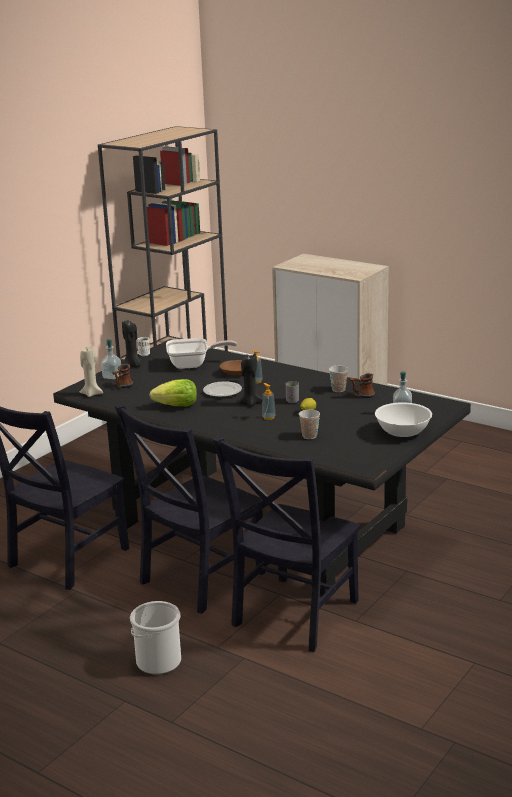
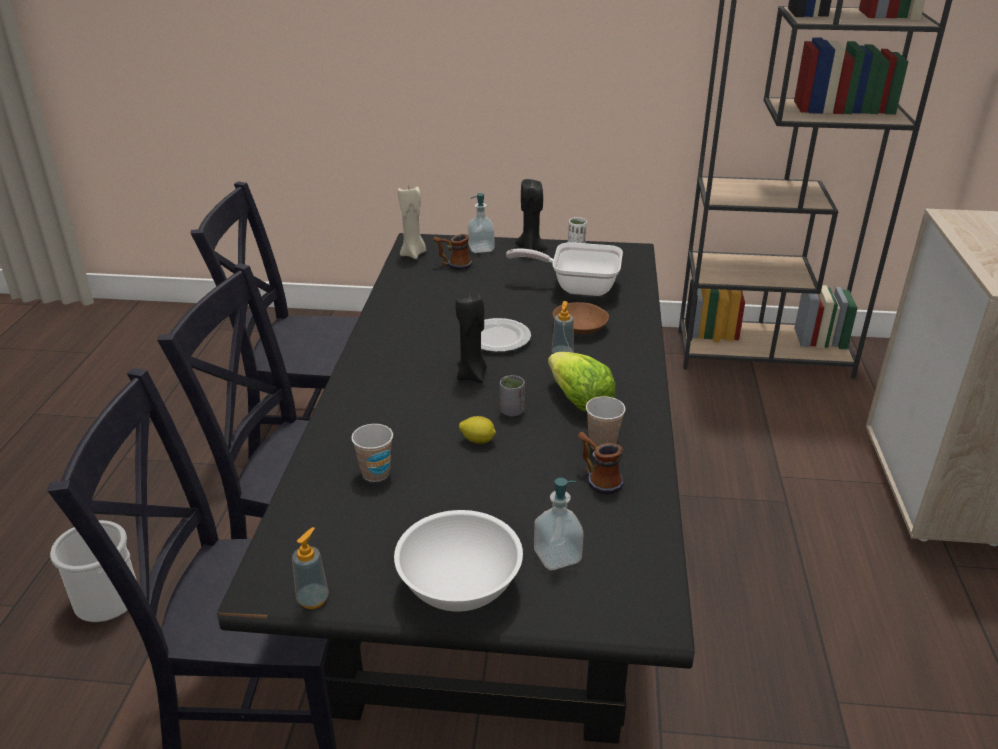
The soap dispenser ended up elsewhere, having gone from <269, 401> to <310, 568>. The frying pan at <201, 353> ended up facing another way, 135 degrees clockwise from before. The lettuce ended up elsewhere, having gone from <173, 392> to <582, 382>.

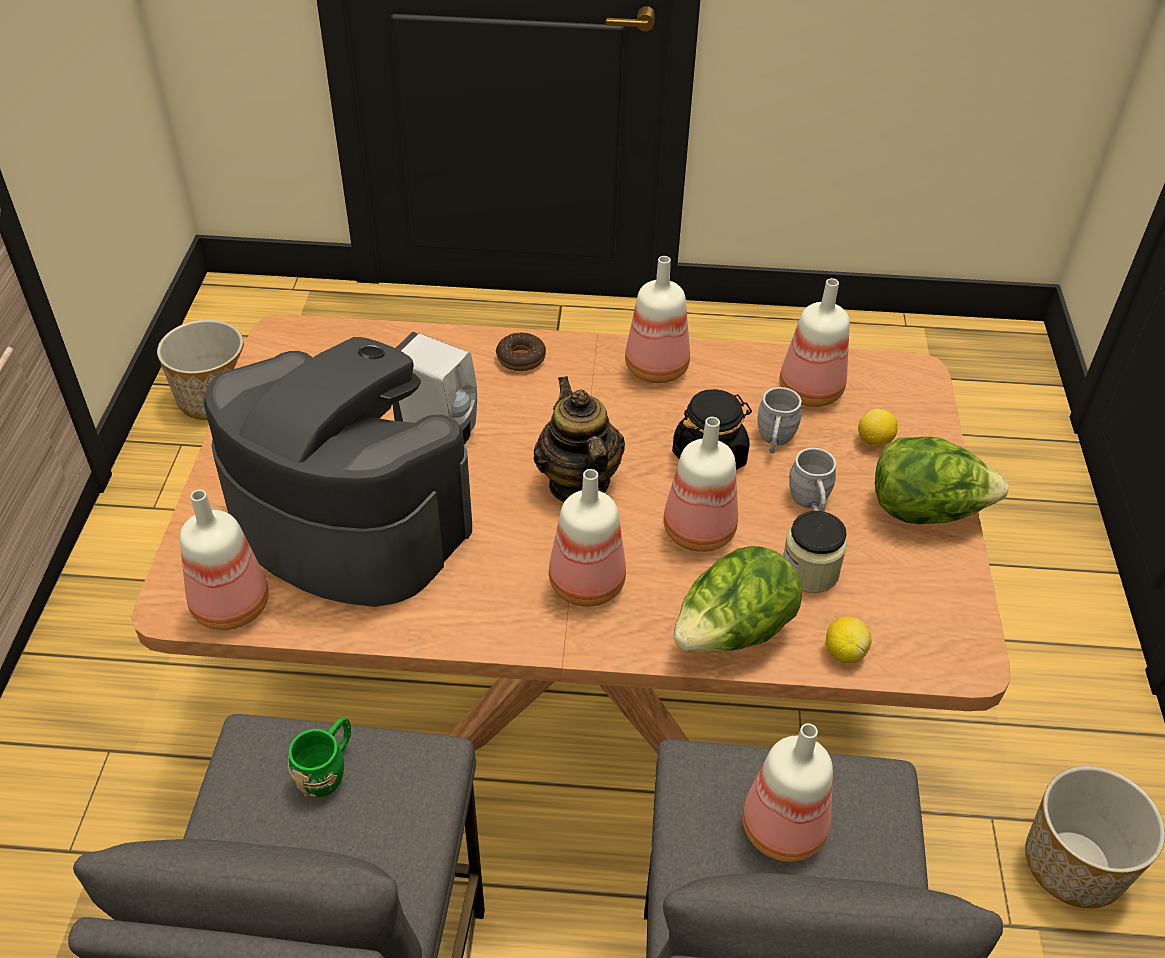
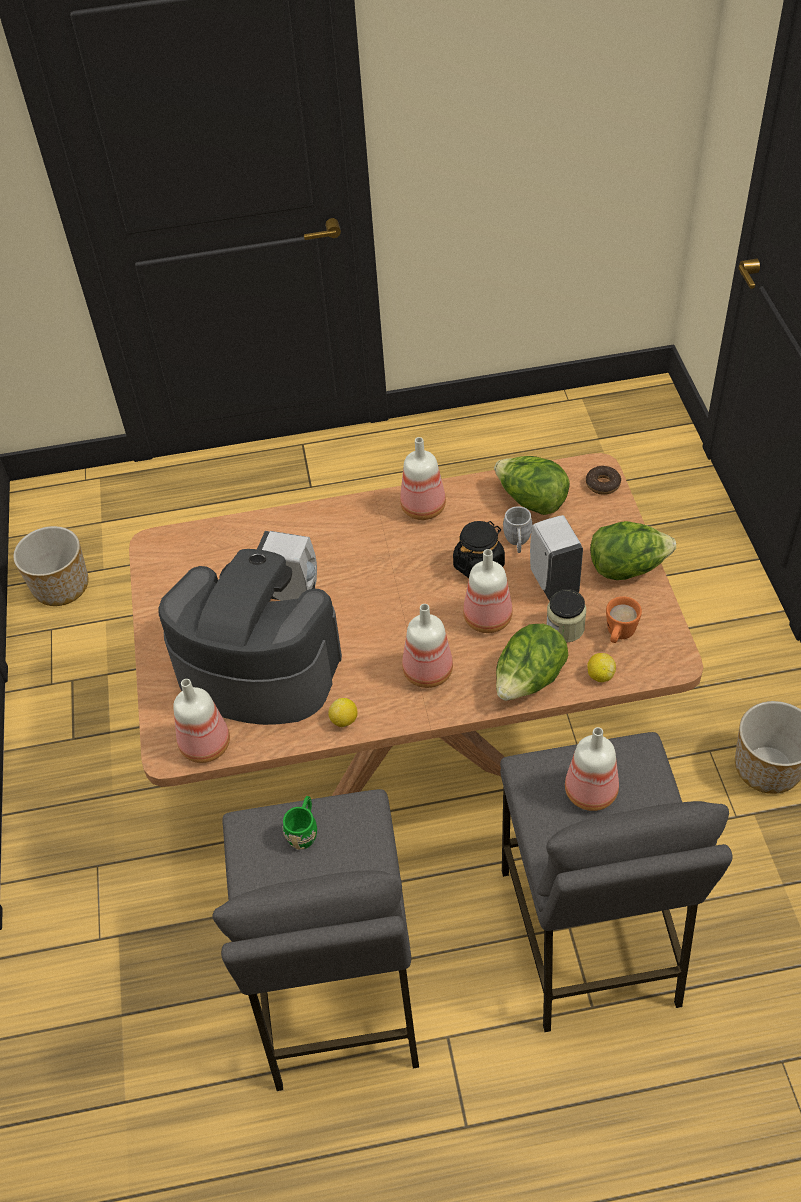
The lemon ended up elsewhere, having gone from <878, 427> to <343, 712>. Where the bottle stood at <814, 342>, the lettuce came to stand at <532, 485>. Where the grey mug stood at <812, 480>, the white soap dispenser came to stand at <556, 558>. The donut ended up elsewhere, having gone from <521, 352> to <603, 480>. The second view gained the orange mug at <624, 619>. The second view lost the teapot at <579, 439>.

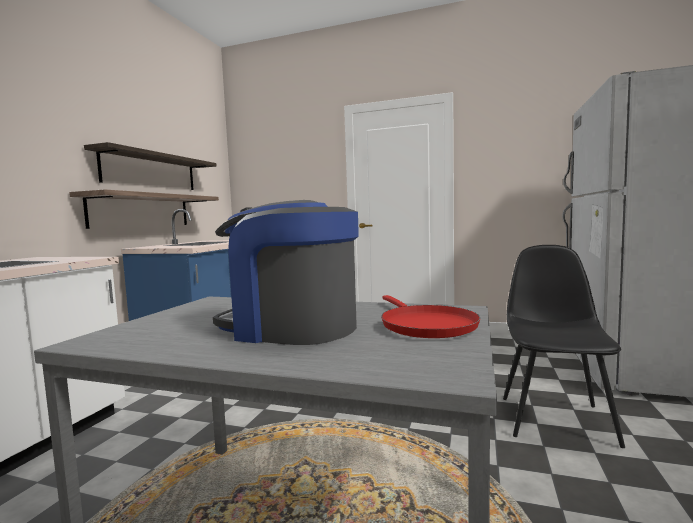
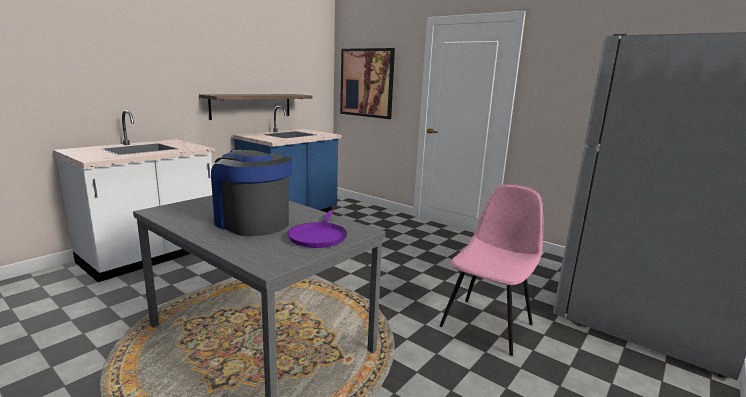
What was the red frying pan at <430, 316> turned into the purple frying pan at <317, 229>. The second view gained the picture at <367, 83>. What was the black chair at <564, 346> turned into the pink chair at <491, 270>. The second view lost the shelf at <150, 166>.

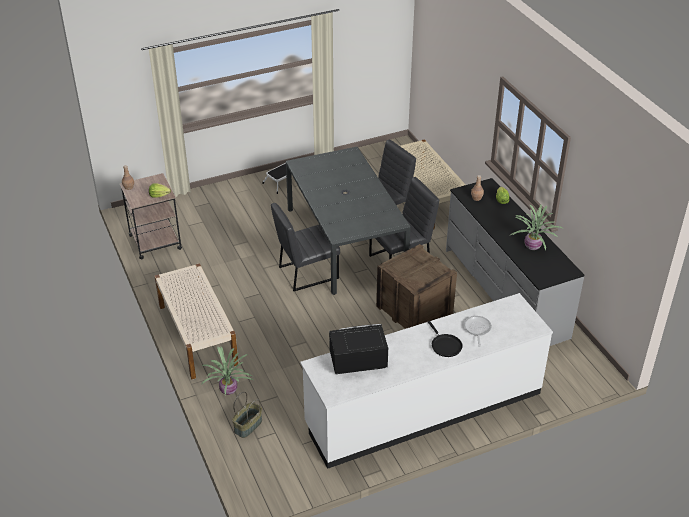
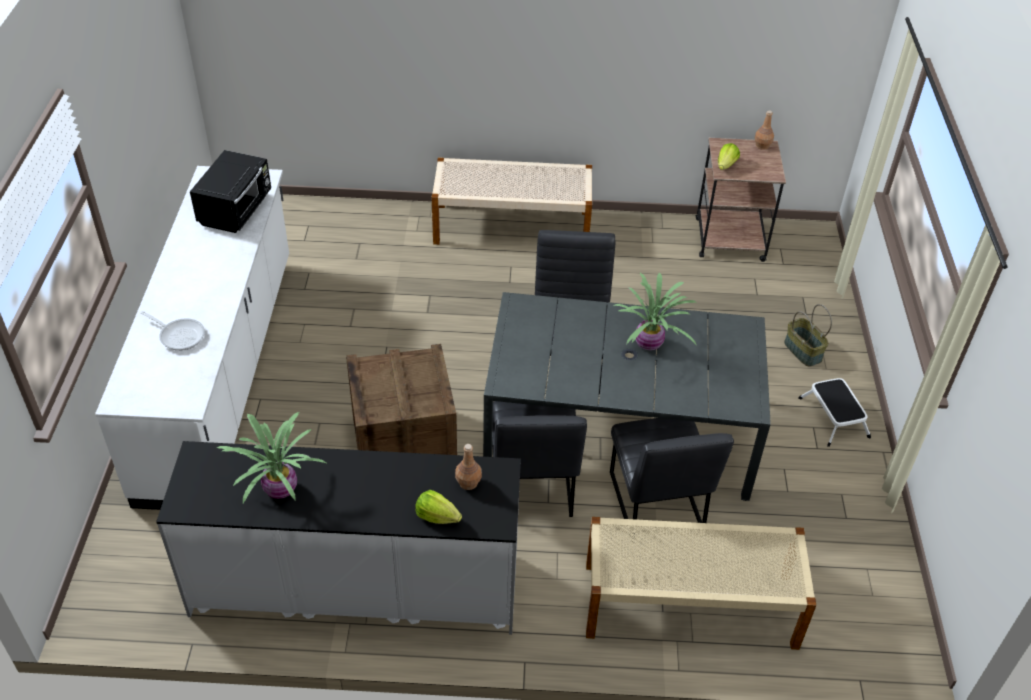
The potted plant ended up elsewhere, having gone from <228, 370> to <654, 311>. The basket ended up elsewhere, having gone from <247, 415> to <808, 335>. The second view lost the black frying pan at <445, 339>.

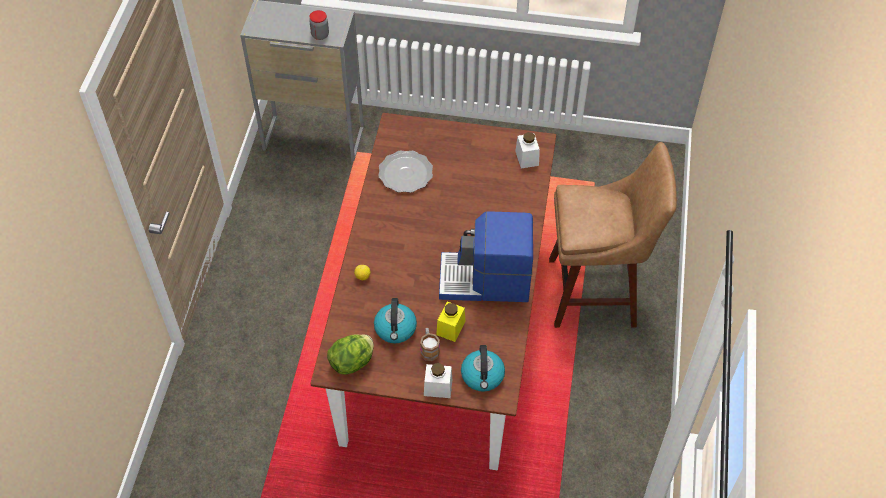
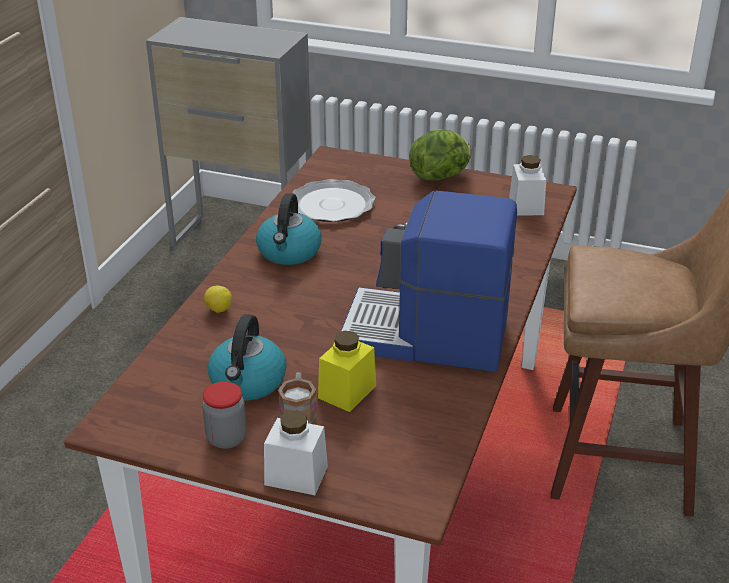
The jar ended up elsewhere, having gone from <319, 25> to <224, 415>. The kettle ended up elsewhere, having gone from <483, 368> to <289, 229>. The lettuce ended up elsewhere, having gone from <350, 354> to <440, 155>.

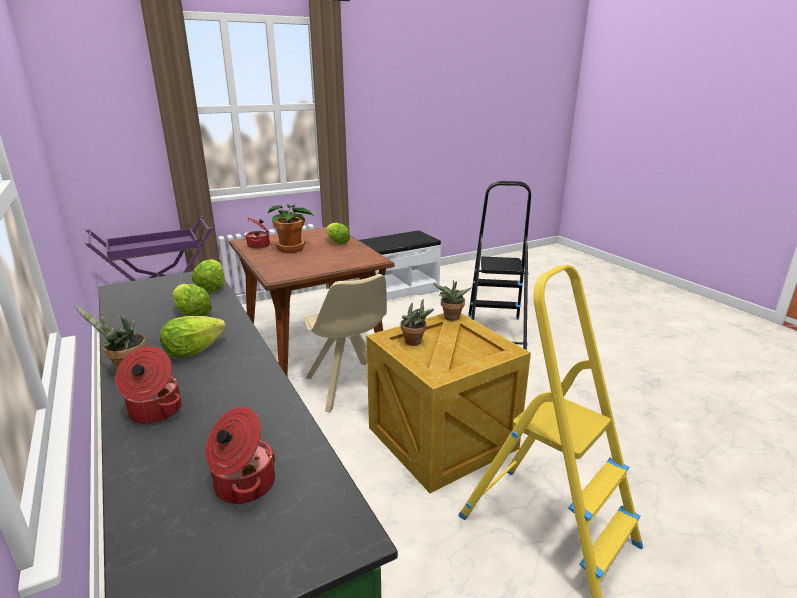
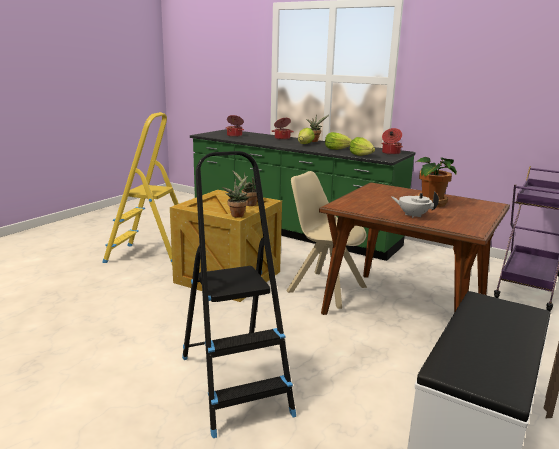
The cooking pot ended up elsewhere, having gone from <257, 233> to <392, 141>. Where the lettuce stood at <338, 234>, the white teapot came to stand at <415, 204>.

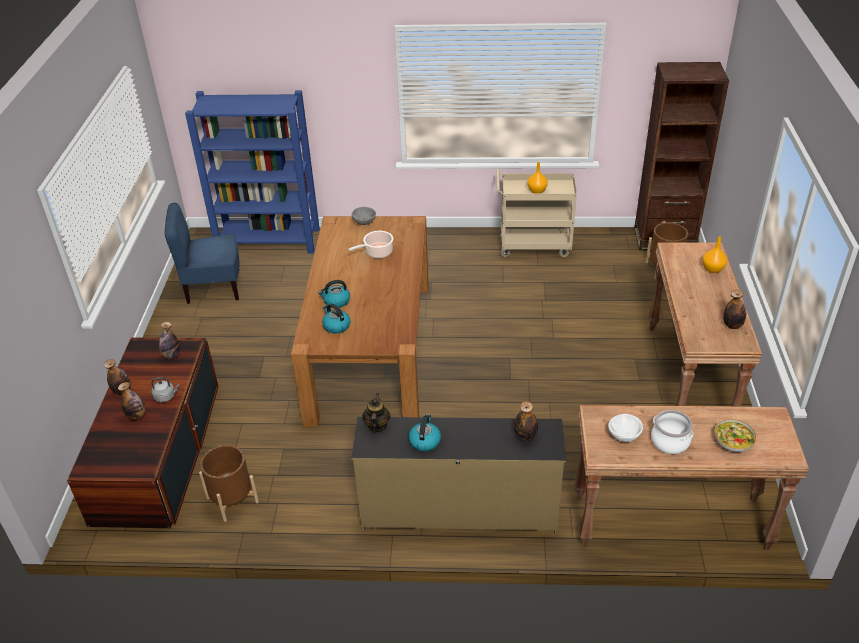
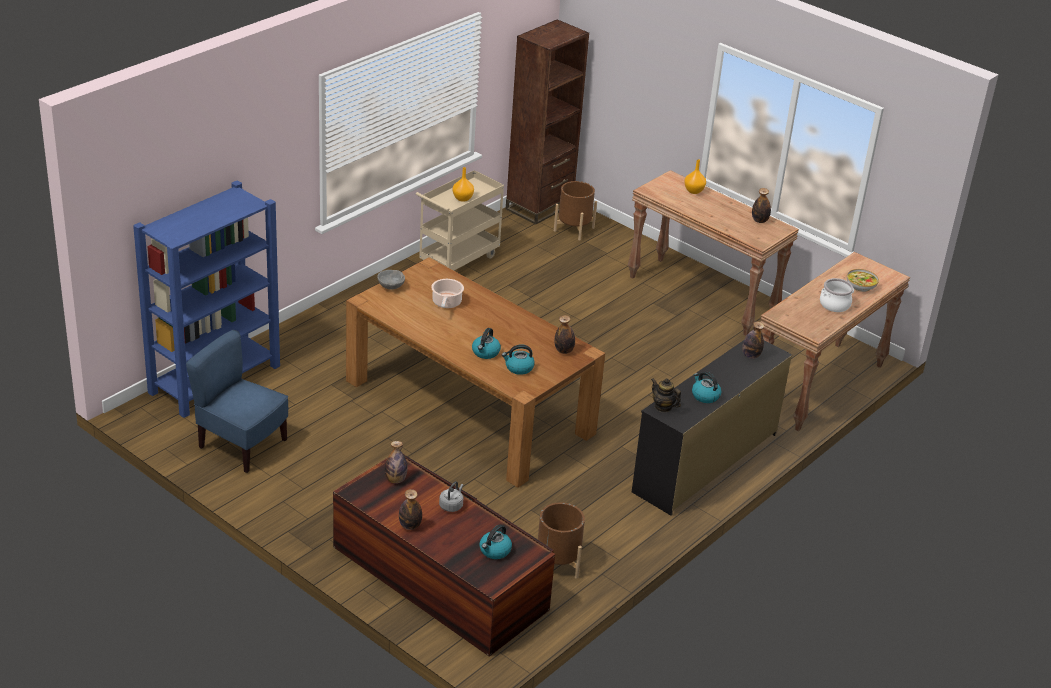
The blue chair at <202, 253> ended up facing another way, 90 degrees clockwise from before. The second view gained the kettle at <495, 541>. The bottle ended up elsewhere, having gone from <131, 401> to <564, 334>. The second view lost the white bowl at <625, 428>.

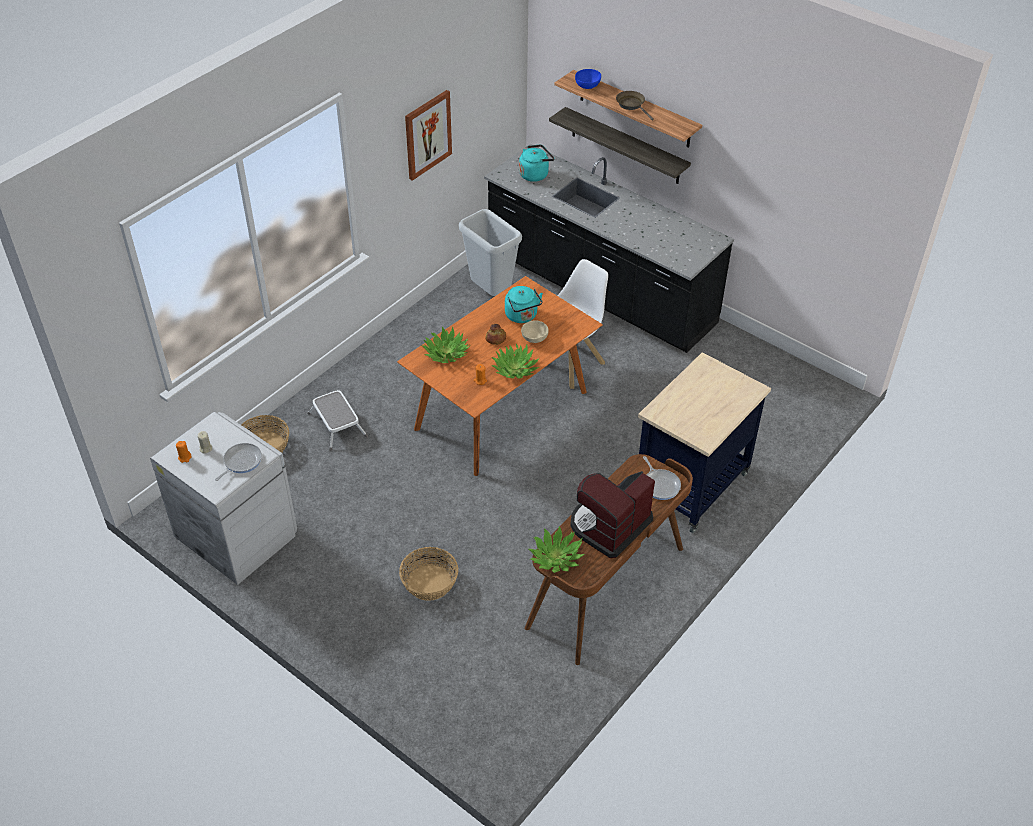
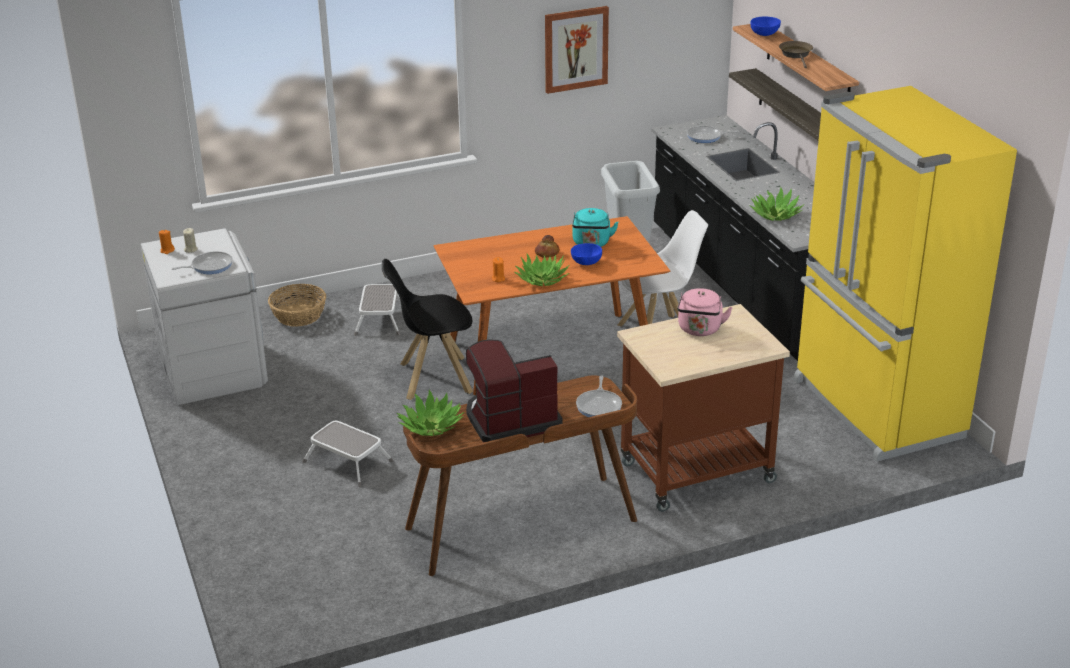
Where the basket stood at <428, 574>, the grey step ladder came to stand at <347, 454>. The second view gained the black chair at <427, 329>. What was the beige bowl at <535, 331> turned into the blue bowl at <586, 254>. What was the blue cart at <704, 442> turned into the brown cart at <703, 408>. The second view gained the pink kettle at <705, 312>. Where the turquoise kettle stood at <537, 163>, the frying pan came to stand at <713, 134>. The potted plant ended up elsewhere, having gone from <445, 345> to <776, 204>. The second view gained the yellow fridge at <905, 274>.

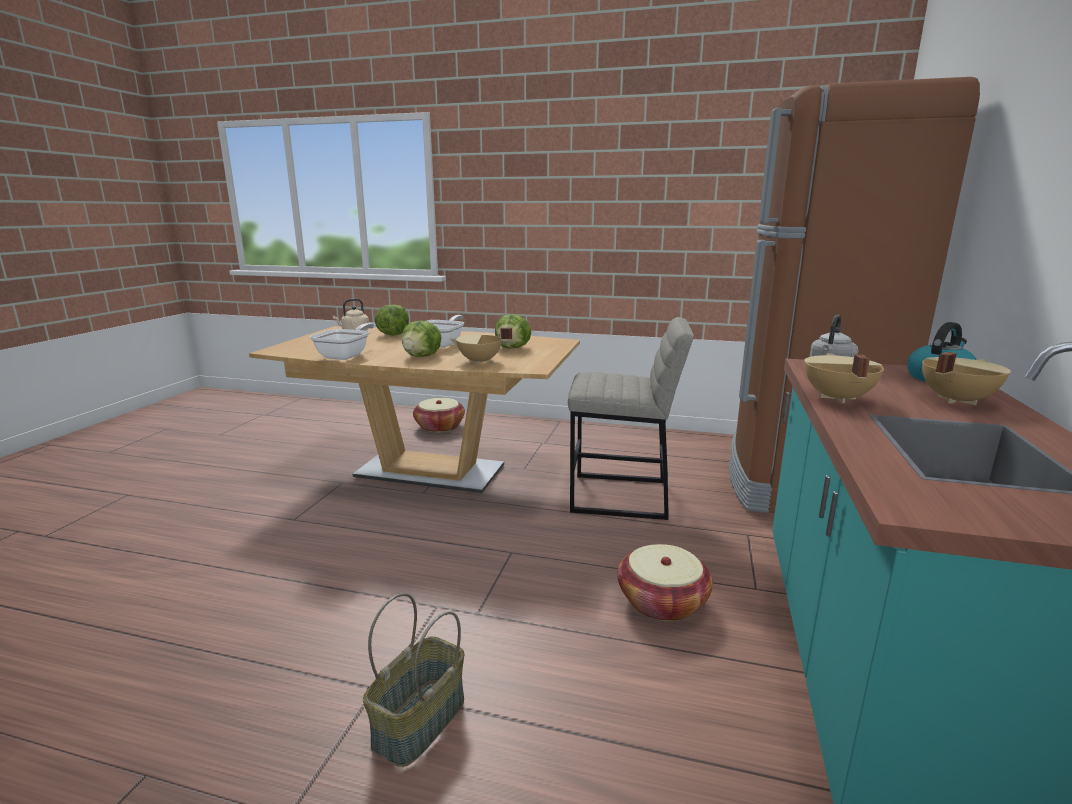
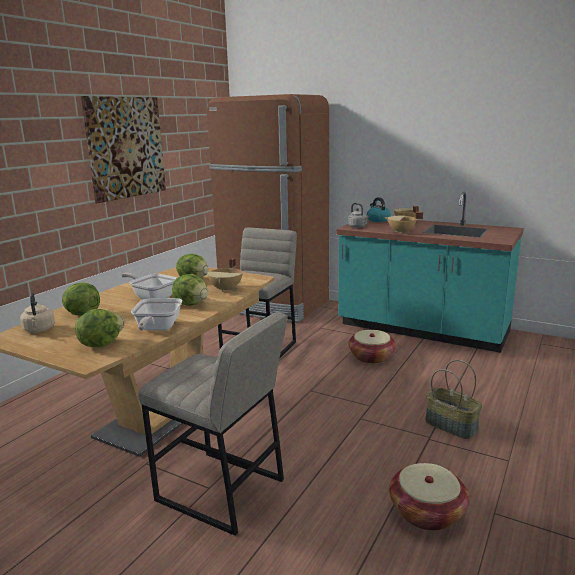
The second view gained the lettuce at <100, 328>. The second view gained the picture at <123, 149>. The frying pan at <342, 341> ended up facing another way, 120 degrees counterclockwise from before. The second view gained the grey chair at <213, 424>. The basket ended up elsewhere, having gone from <439, 415> to <429, 497>.

